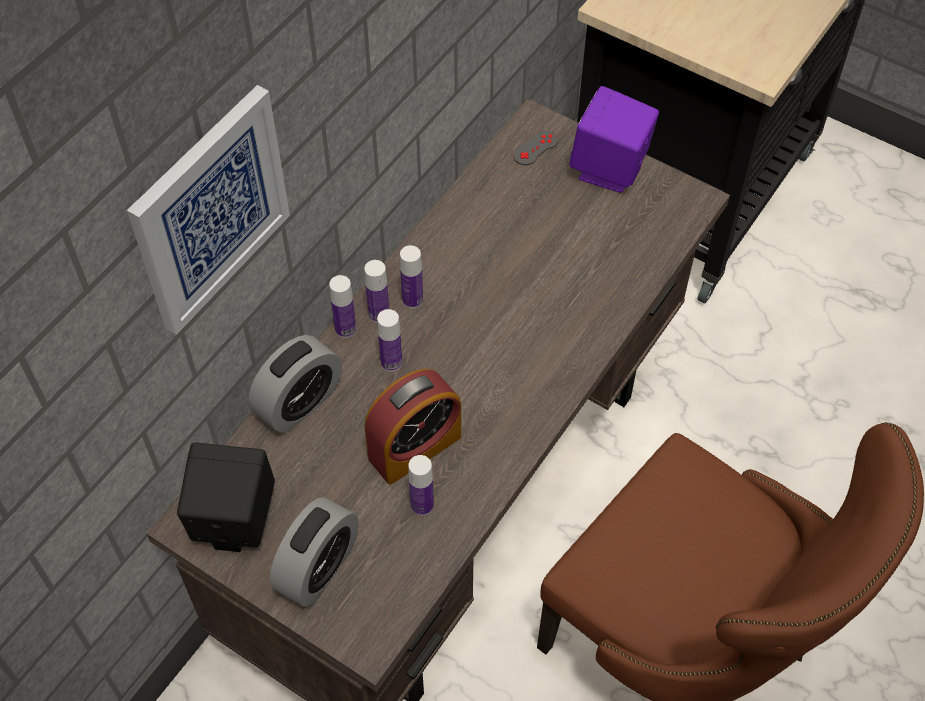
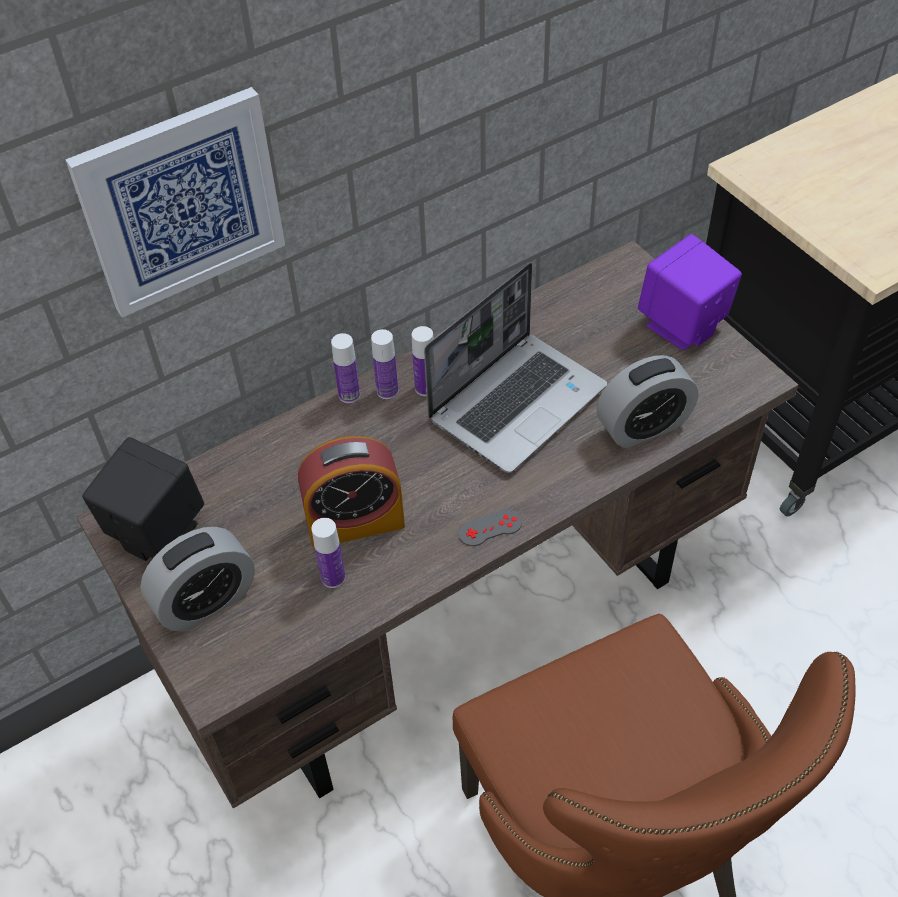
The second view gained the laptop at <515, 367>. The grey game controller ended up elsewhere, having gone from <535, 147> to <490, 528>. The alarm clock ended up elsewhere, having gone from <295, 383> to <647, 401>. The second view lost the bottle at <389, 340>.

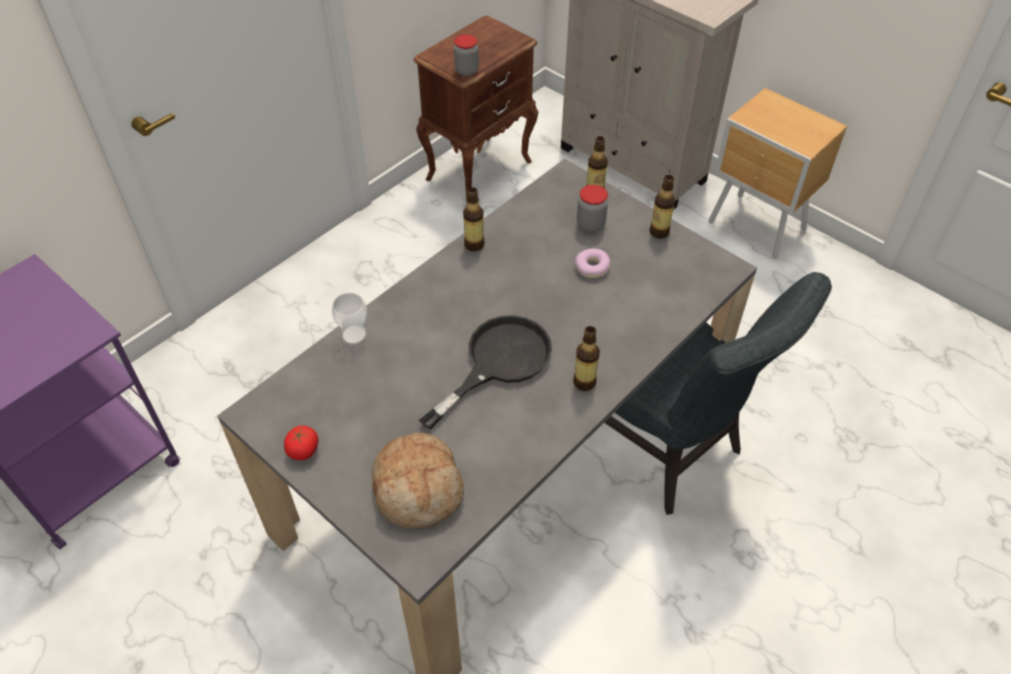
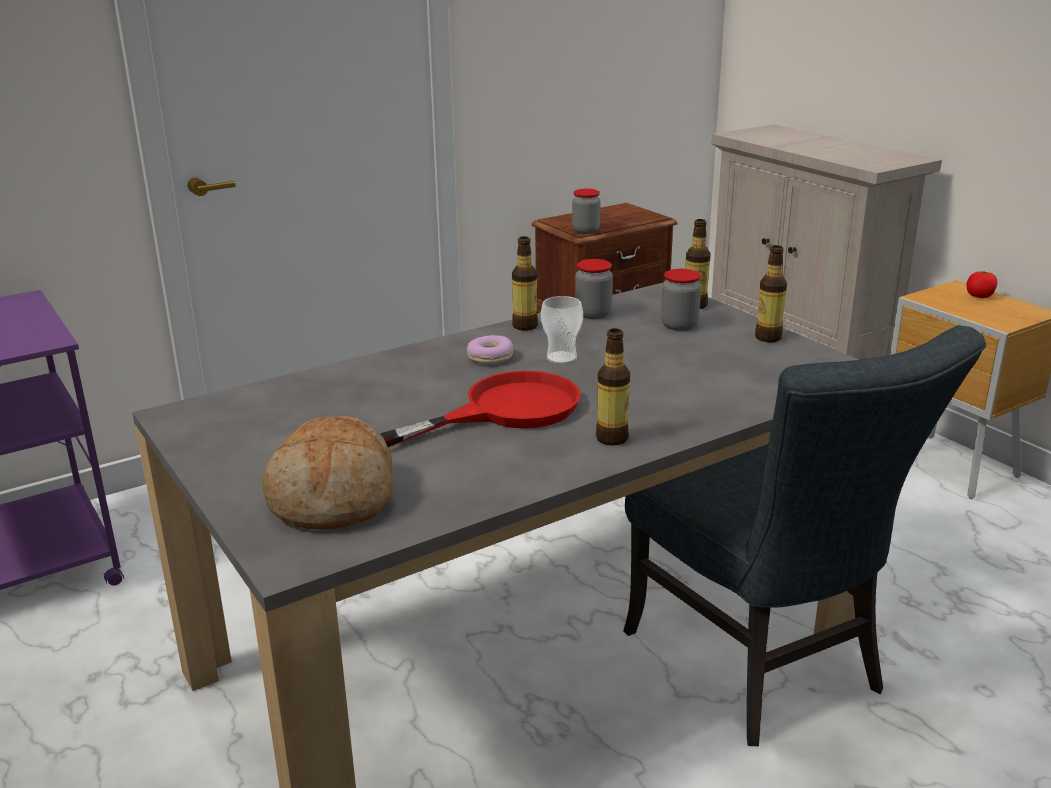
What was the black frying pan at <485, 372> turned into the red frying pan at <480, 409>. The donut ended up elsewhere, having gone from <592, 263> to <490, 349>. The cup ended up elsewhere, having gone from <349, 319> to <562, 330>. The second view gained the jar at <594, 289>. The tomato ended up elsewhere, having gone from <301, 442> to <981, 284>.

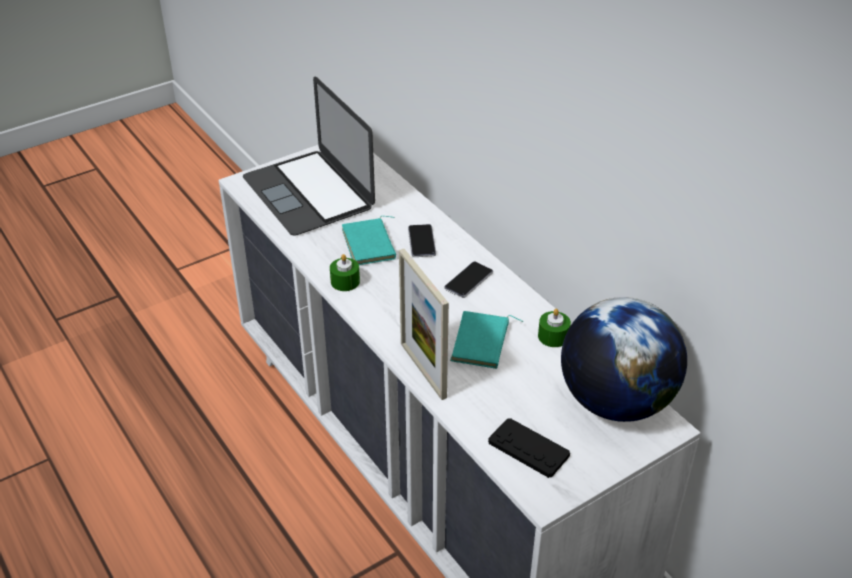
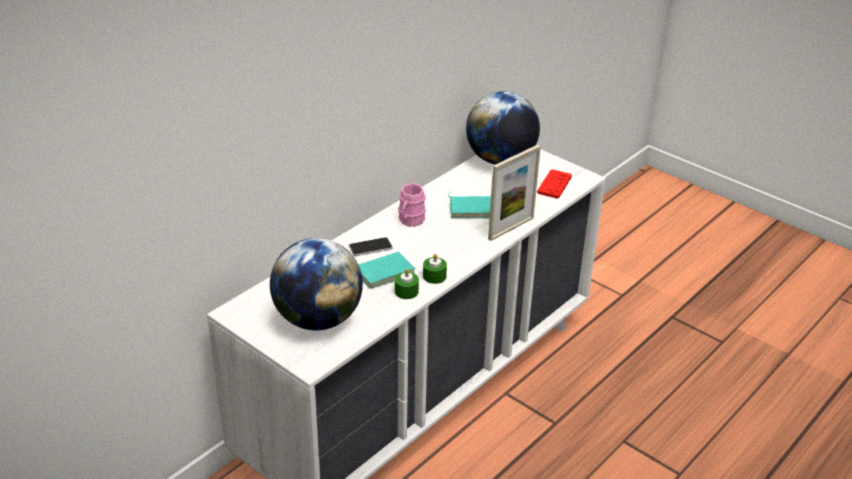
Where the laptop stood at <309, 156>, the globe came to stand at <316, 284>. The green candle ended up elsewhere, having gone from <554, 328> to <407, 284>. Where the phone stood at <468, 280>, the pink mug came to stand at <412, 205>. What was the black game controller at <529, 448> turned into the red game controller at <554, 184>.

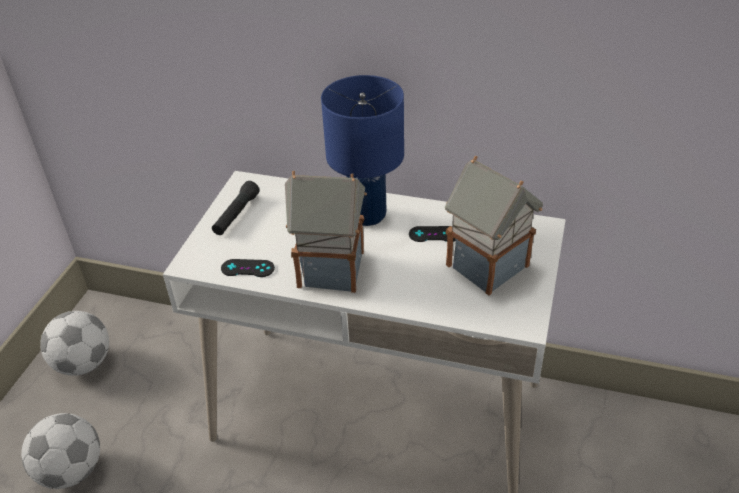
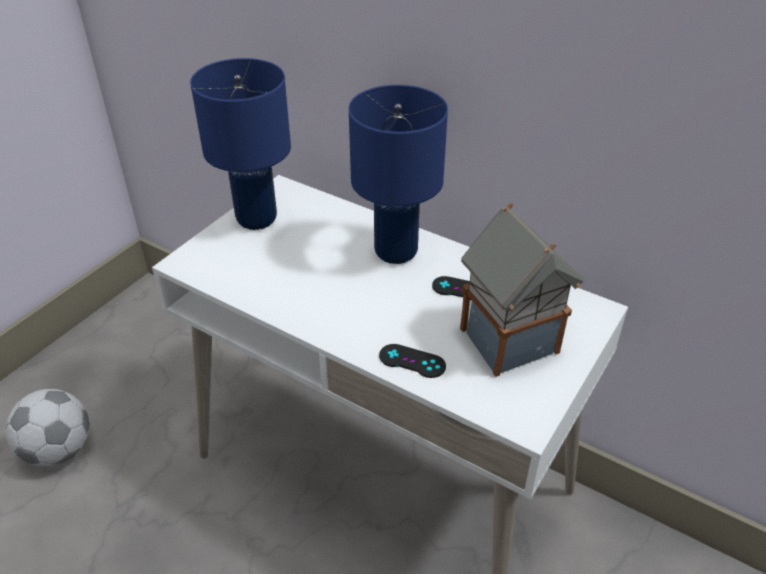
Where the black flashlight stood at <235, 208>, the blue table lamp came to stand at <240, 144>. The black game controller ended up elsewhere, having gone from <248, 268> to <412, 361>. The second view lost the football at <74, 343>. The second view lost the toy house at <326, 232>.

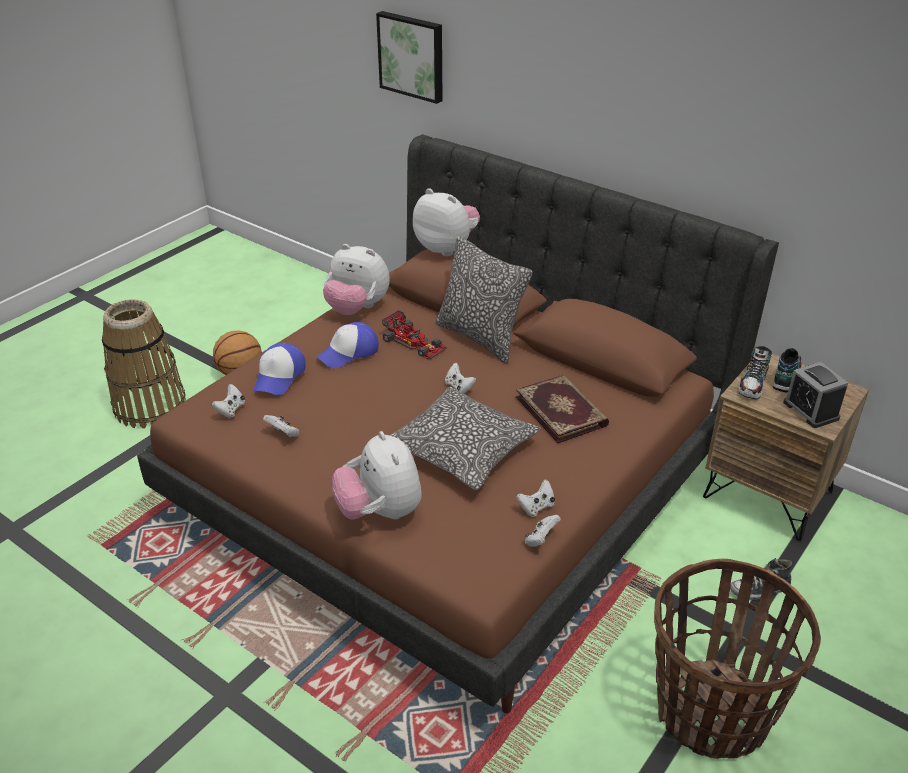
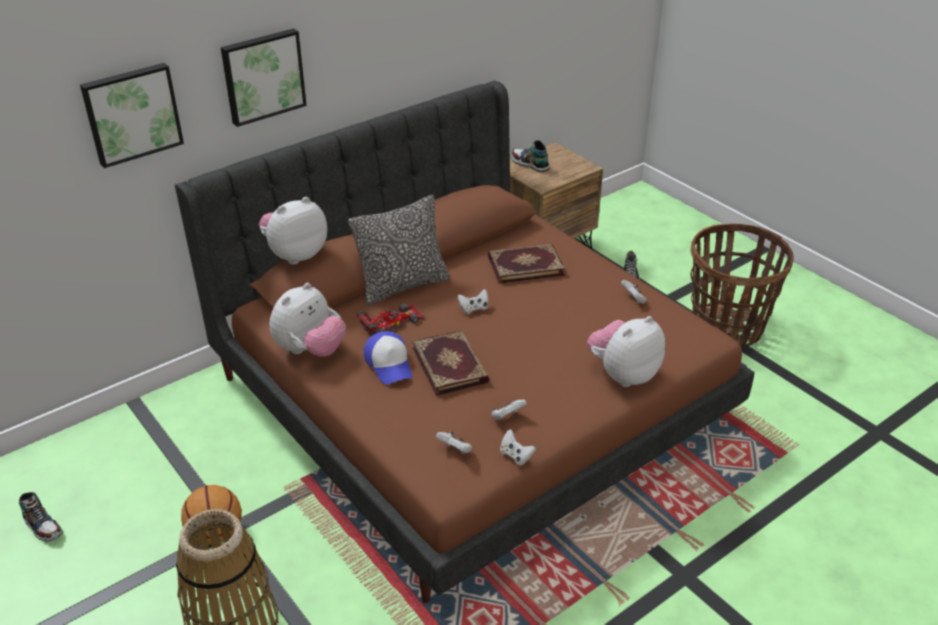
The shoe ended up elsewhere, having gone from <755, 372> to <41, 517>. The second view gained the picture at <264, 78>. The second view gained the book at <451, 363>. The white game controller ended up elsewhere, having gone from <543, 530> to <518, 447>. The plush toy at <376, 475> ended up facing another way, 150 degrees clockwise from before. The second view lost the cap at <280, 369>. The second view lost the pillow at <465, 438>. The second view lost the alarm clock at <815, 395>.

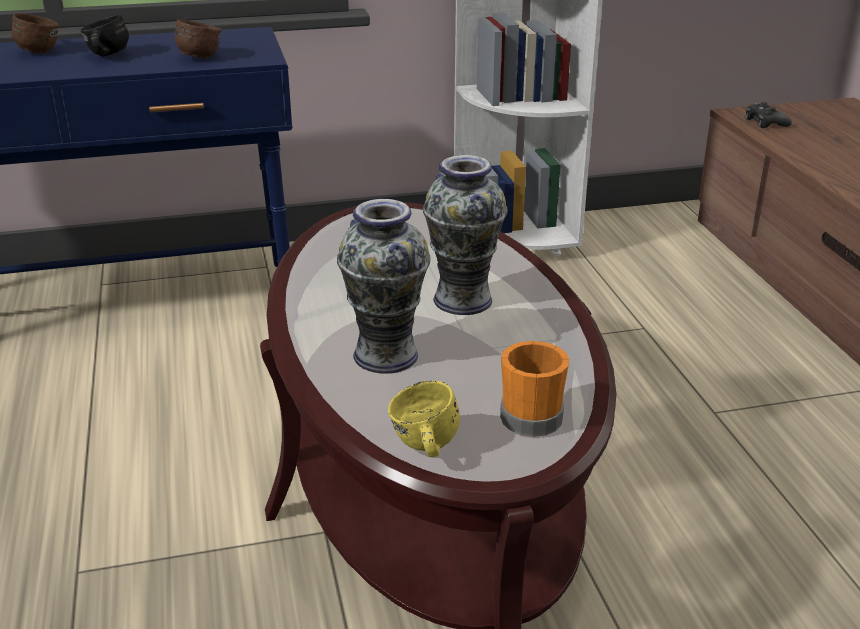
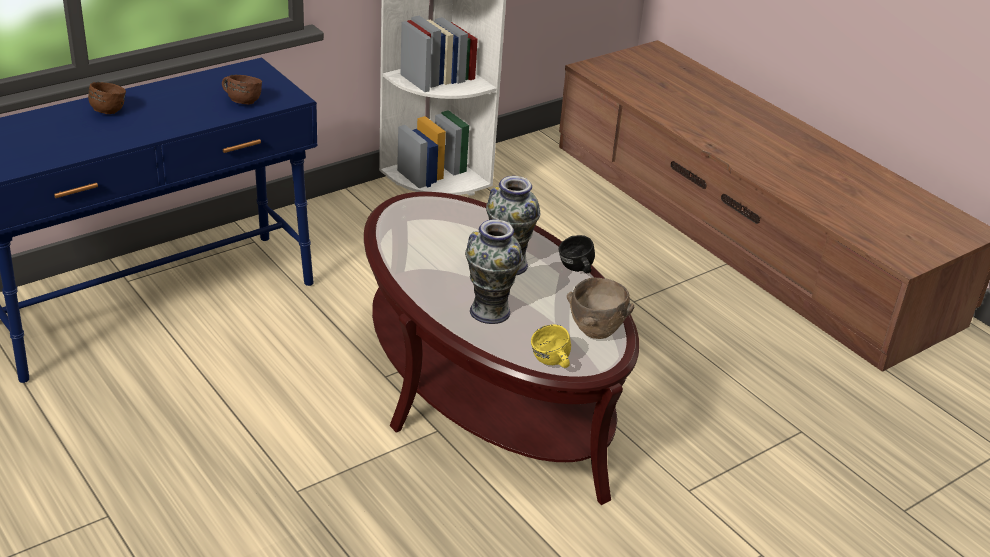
The black mug ended up elsewhere, having gone from <105, 35> to <577, 254>. Where the orange mug stood at <534, 389>, the brown bowl came to stand at <600, 308>. The second view lost the black game controller at <768, 115>.

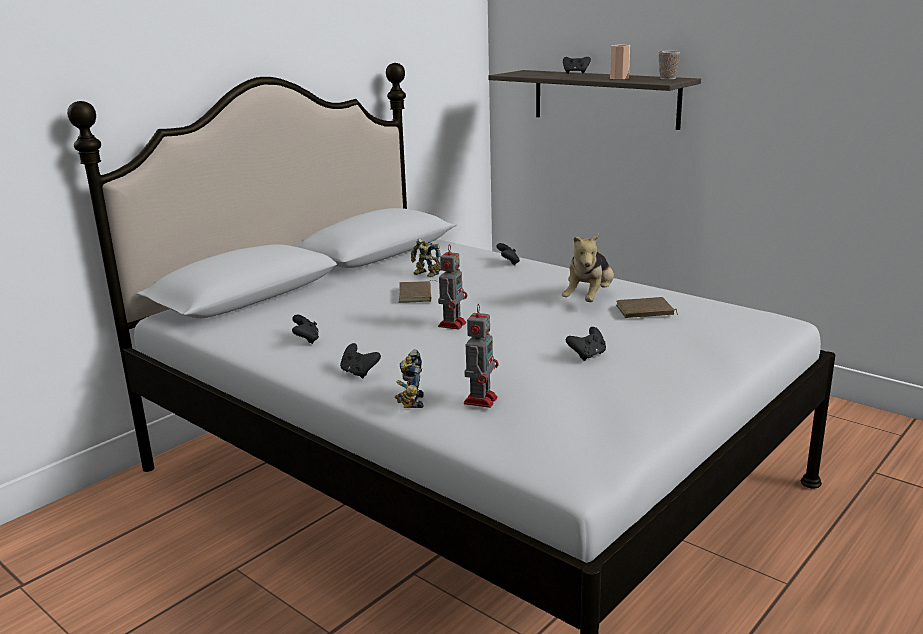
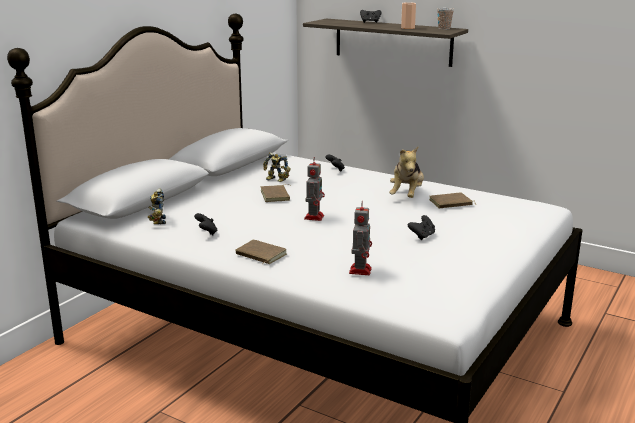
The toy robot ended up elsewhere, having gone from <409, 378> to <157, 206>. Where the black game controller stood at <360, 360>, the brown book came to stand at <261, 252>.

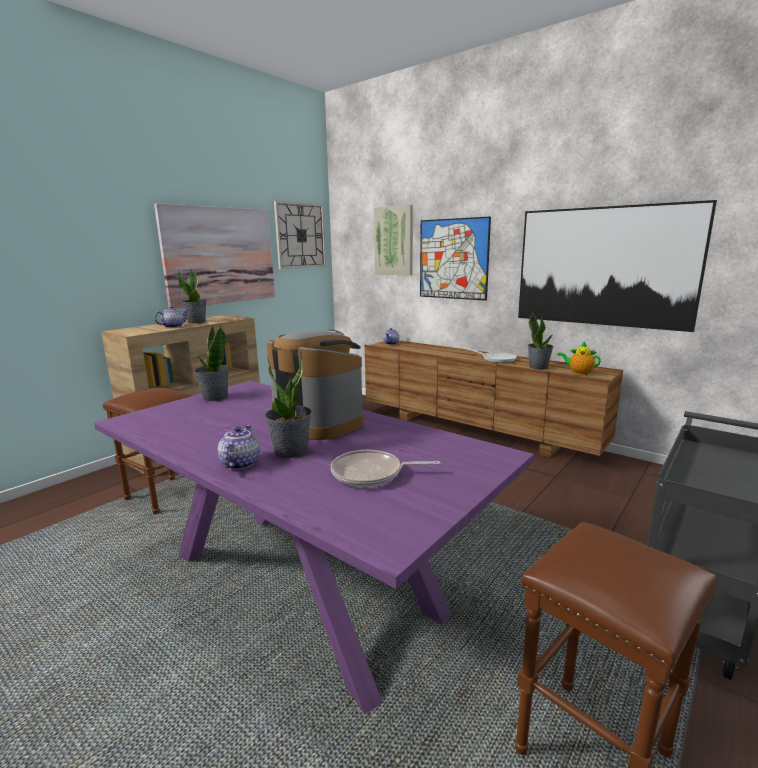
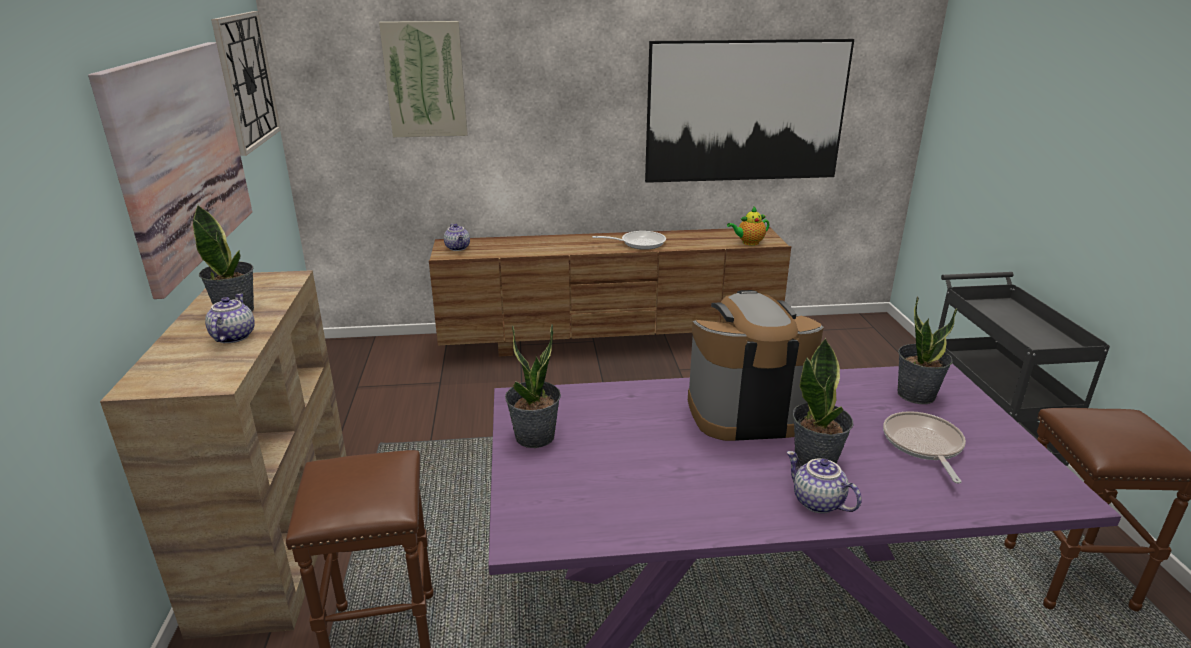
The frying pan at <385, 468> ended up facing another way, 135 degrees clockwise from before. The potted plant ended up elsewhere, having gone from <541, 341> to <928, 350>. The second view lost the picture at <455, 259>.

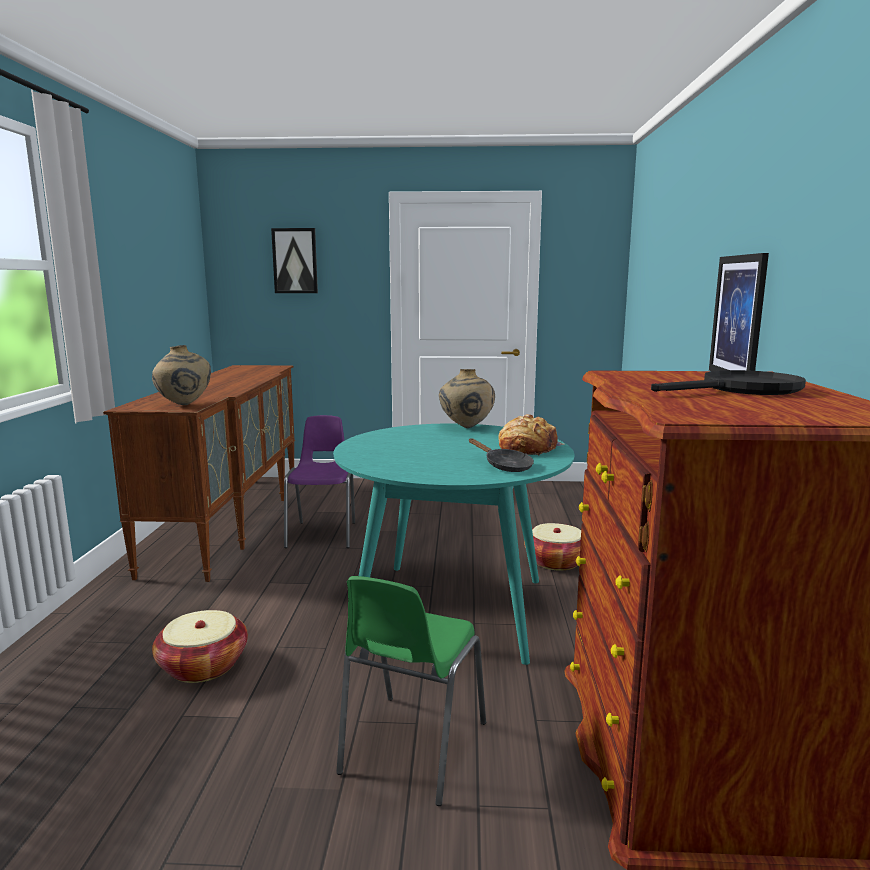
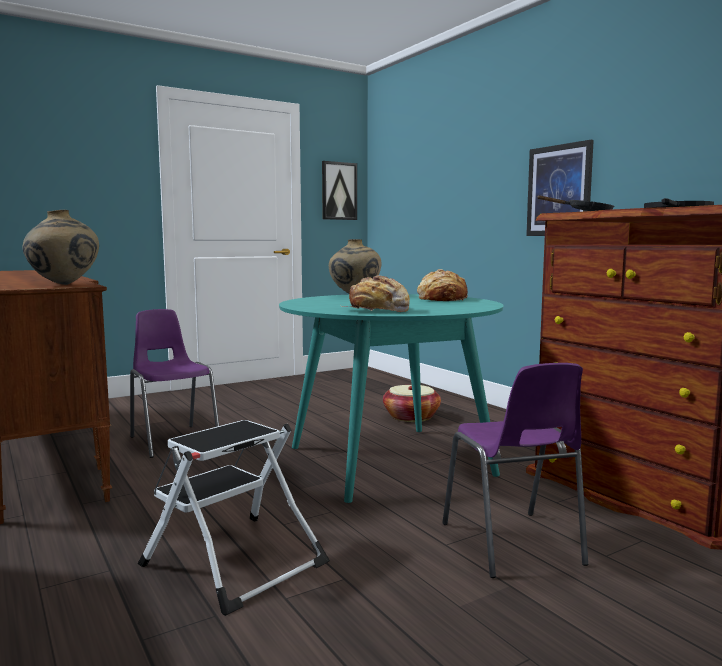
Where the basket stood at <200, 646>, the step ladder came to stand at <234, 518>. The picture ended up elsewhere, having gone from <294, 260> to <339, 190>. The second view gained the bread at <374, 293>. What was the green chair at <411, 691> turned into the purple chair at <515, 470>. The black frying pan ended up elsewhere, having gone from <501, 455> to <575, 203>.

